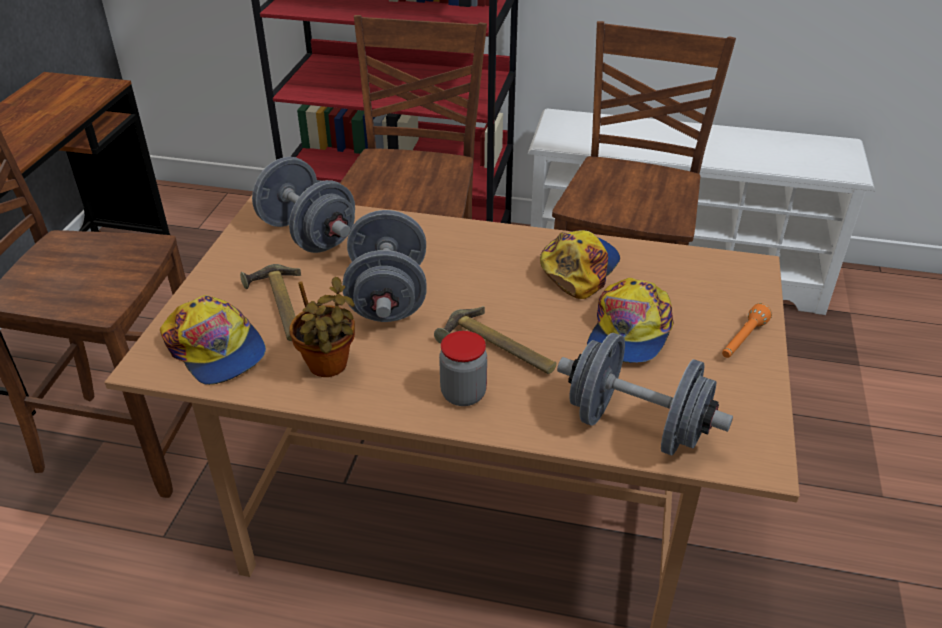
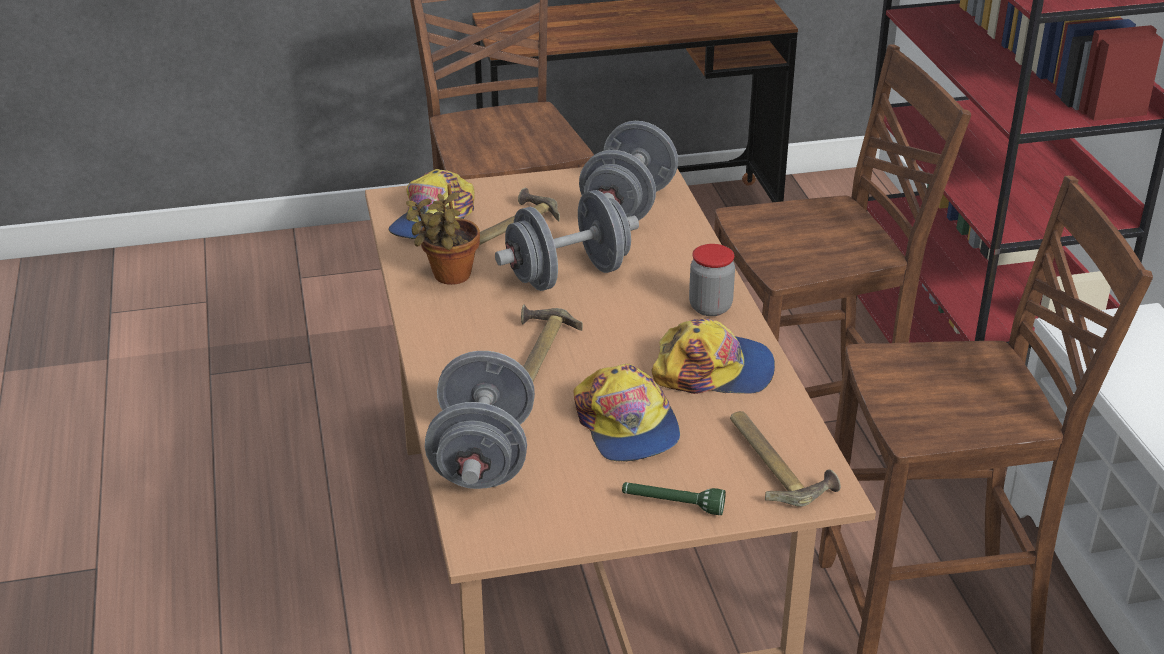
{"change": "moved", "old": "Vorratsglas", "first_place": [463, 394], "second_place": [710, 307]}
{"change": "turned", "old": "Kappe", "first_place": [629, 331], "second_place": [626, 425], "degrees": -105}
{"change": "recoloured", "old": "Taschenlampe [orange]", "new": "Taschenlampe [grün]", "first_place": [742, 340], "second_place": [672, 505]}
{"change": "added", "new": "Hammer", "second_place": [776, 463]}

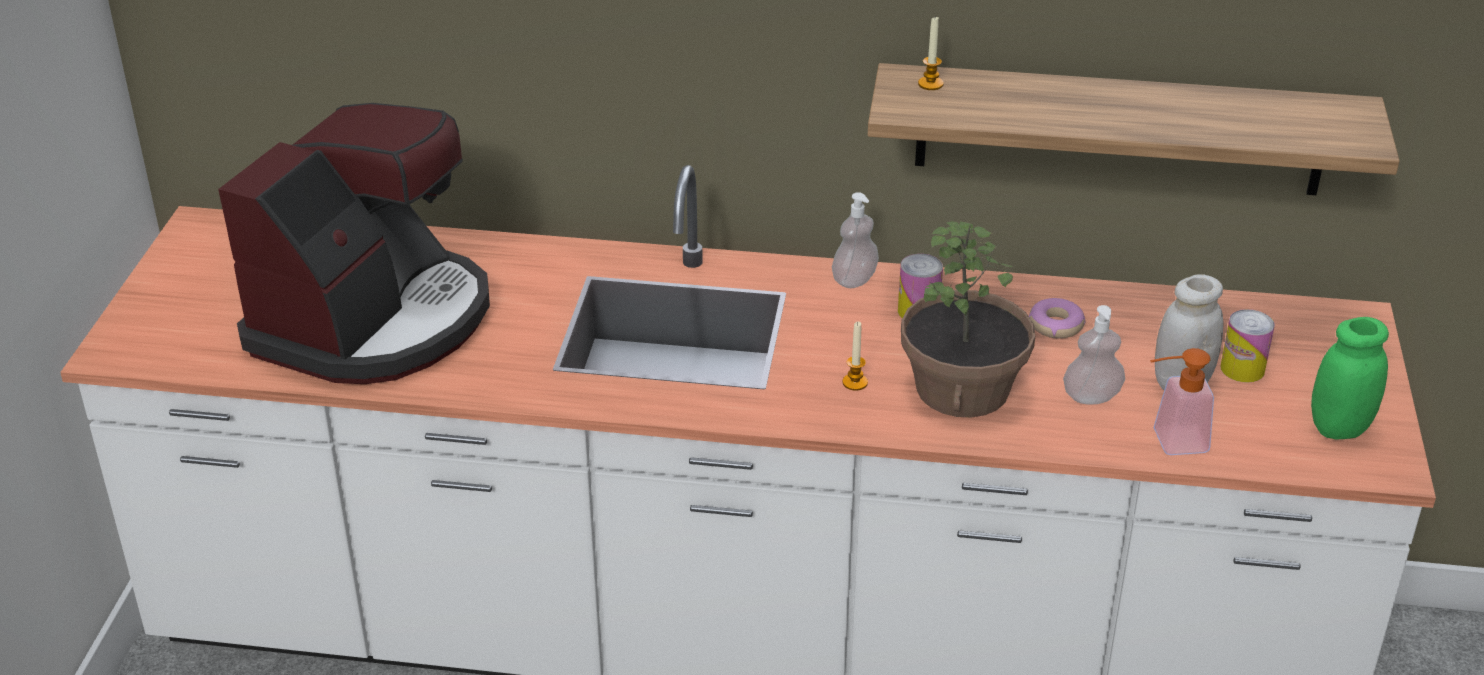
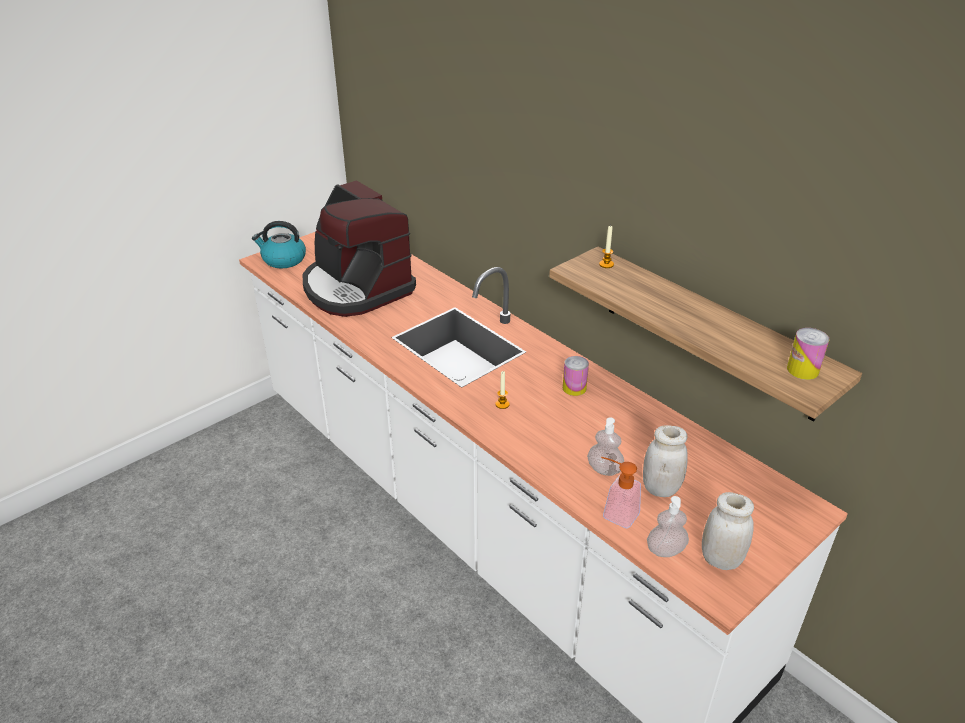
{"change": "turned", "old": "Kaffeemaschine", "first_place": [374, 320], "second_place": [356, 288], "degrees": 75}
{"change": "moved", "old": "Seifenspender", "first_place": [854, 279], "second_place": [665, 550]}
{"change": "removed", "old": "Topfpflanze", "first_place": [963, 389]}
{"change": "removed", "old": "Donut", "first_place": [1055, 325]}
{"change": "moved", "old": "Dose", "first_place": [1242, 369], "second_place": [802, 370]}
{"change": "recoloured", "old": "Vorratsglas [grün]", "new": "Vorratsglas [weiß]", "first_place": [1339, 428], "second_place": [720, 559]}
{"change": "added", "new": "Wasserkessel", "second_place": [283, 260]}

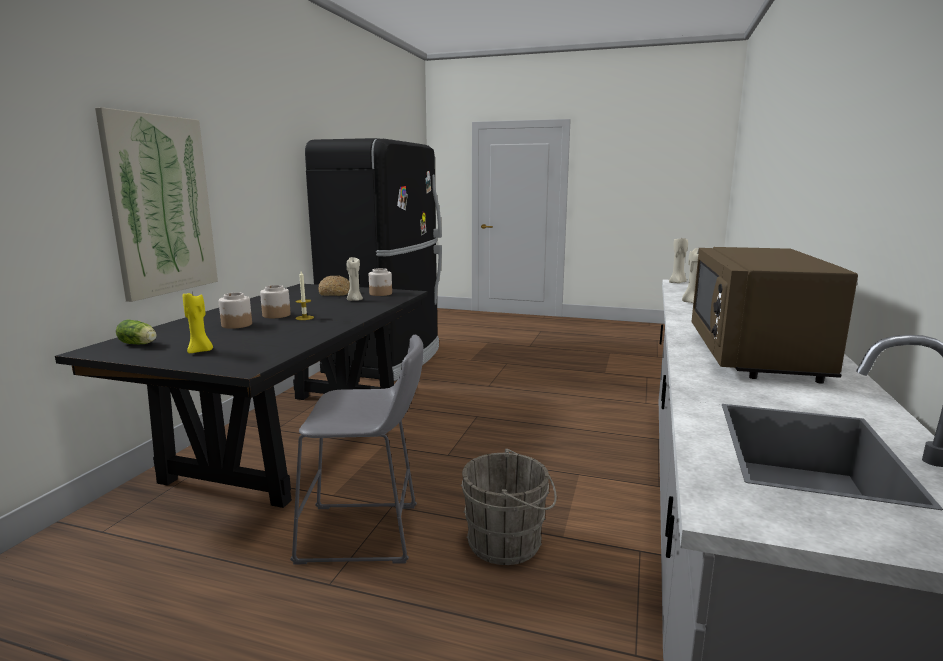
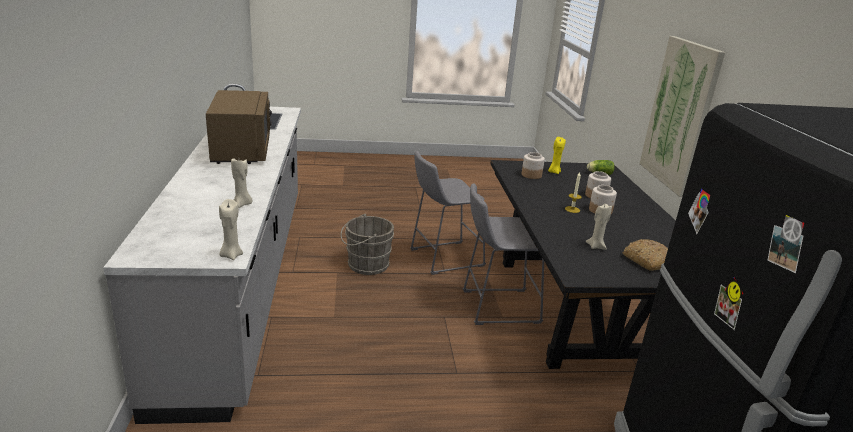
{"change": "moved", "old": "Vorratsglas", "first_place": [381, 293], "second_place": [531, 175]}
{"change": "added", "new": "Hocker [grau]", "second_place": [495, 306]}

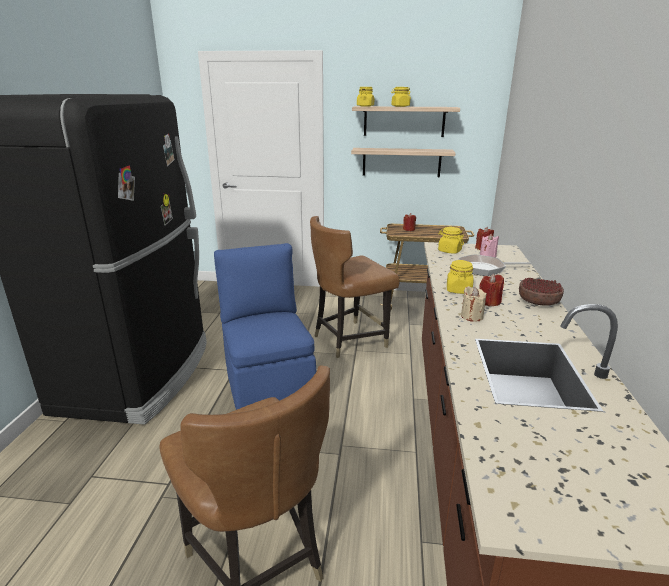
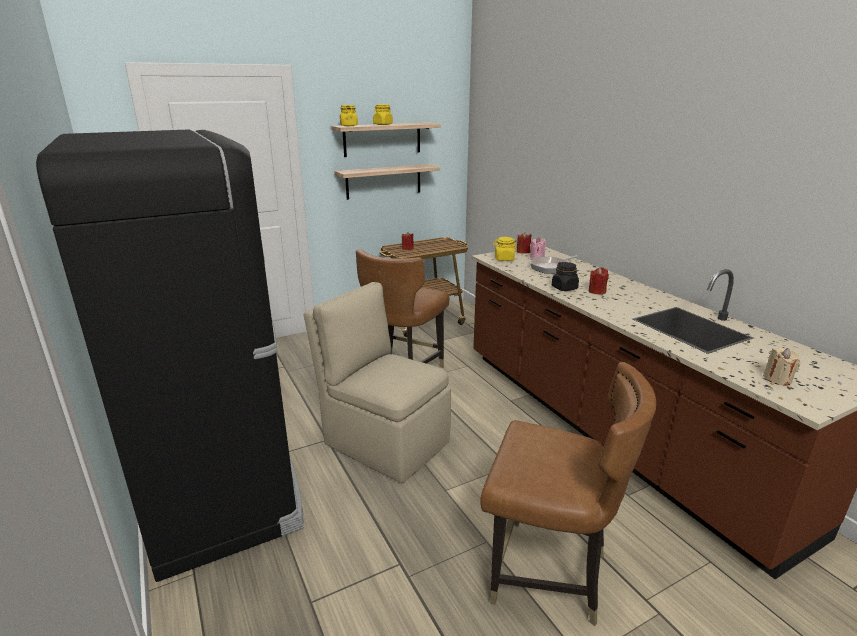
{"change": "recoloured", "old": "Stuhl [blau]", "new": "Stuhl [beige]", "first_place": [269, 388], "second_place": [384, 441]}
{"change": "recoloured", "old": "Vorratsglas [gelb]", "new": "Vorratsglas [schwarz]", "first_place": [458, 290], "second_place": [564, 288]}
{"change": "moved", "old": "Kerze [beige]", "first_place": [471, 316], "second_place": [777, 379]}
{"change": "removed", "old": "Schüssel", "first_place": [538, 301]}

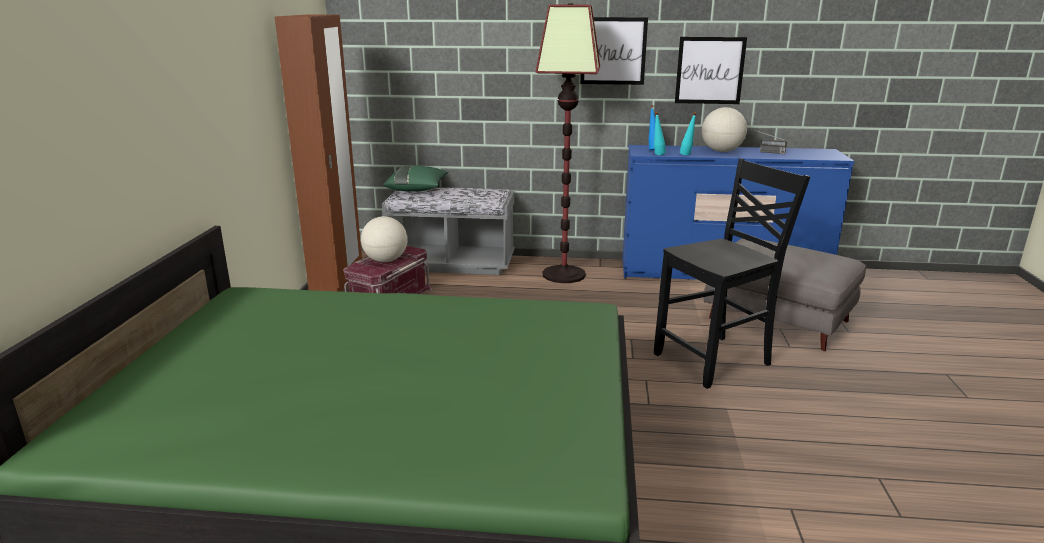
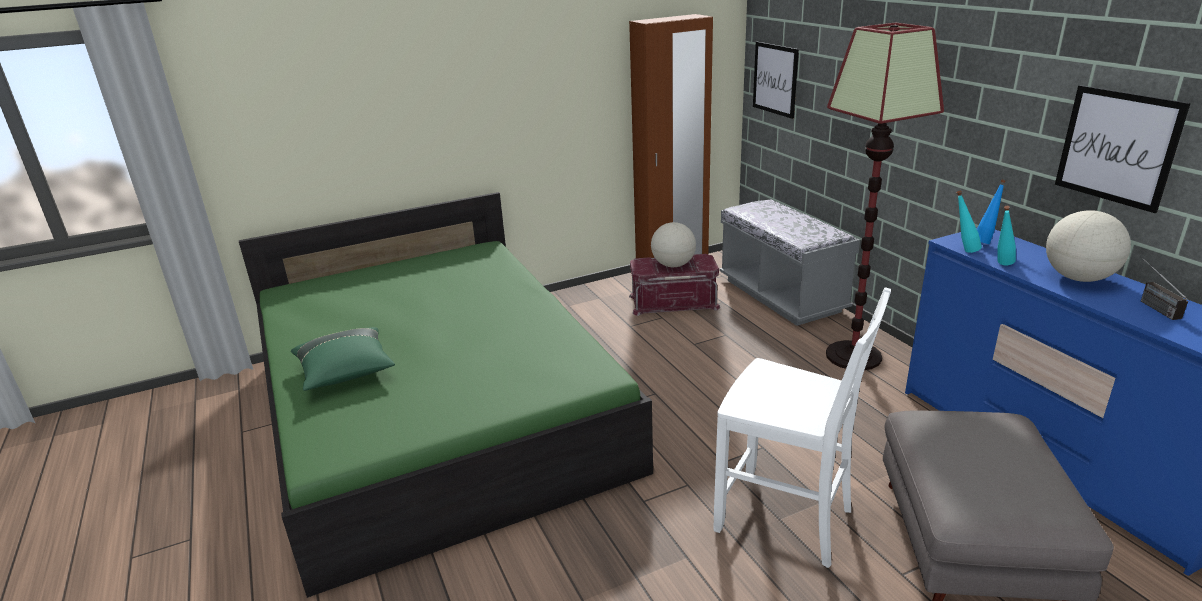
{"change": "moved", "old": "Kissen [grün]", "first_place": [417, 189], "second_place": [346, 373]}
{"change": "moved", "old": "Bild", "first_place": [613, 51], "second_place": [775, 79]}
{"change": "recoloured", "old": "Stuhl [schwarz]", "new": "Stuhl [weiß]", "first_place": [715, 360], "second_place": [786, 520]}

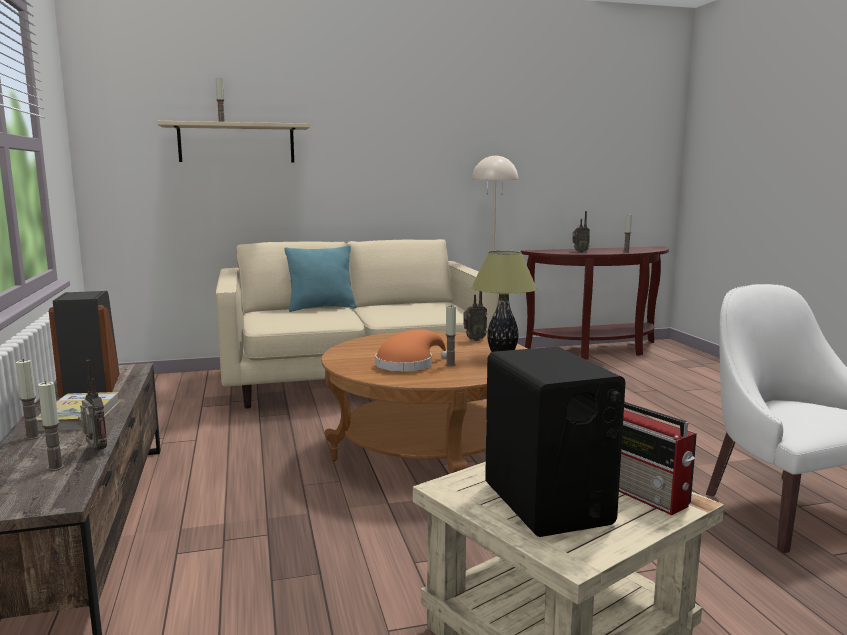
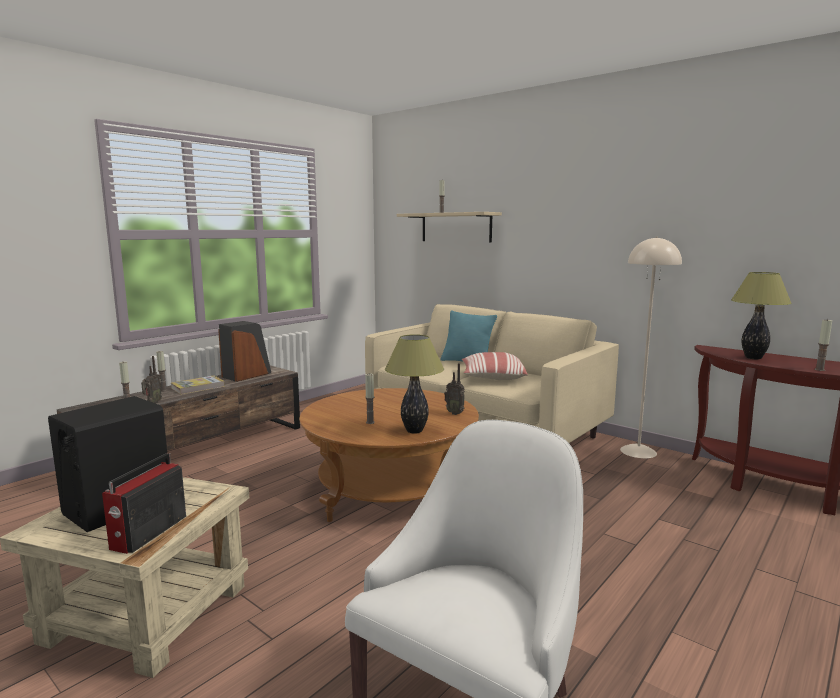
{"change": "removed", "old": "Hut [orange]", "first_place": [408, 365]}
{"change": "replaced", "old": "Radio", "new": "Tischlampe", "first_place": [579, 252], "second_place": [753, 358]}
{"change": "added", "new": "Kissen", "second_place": [492, 378]}

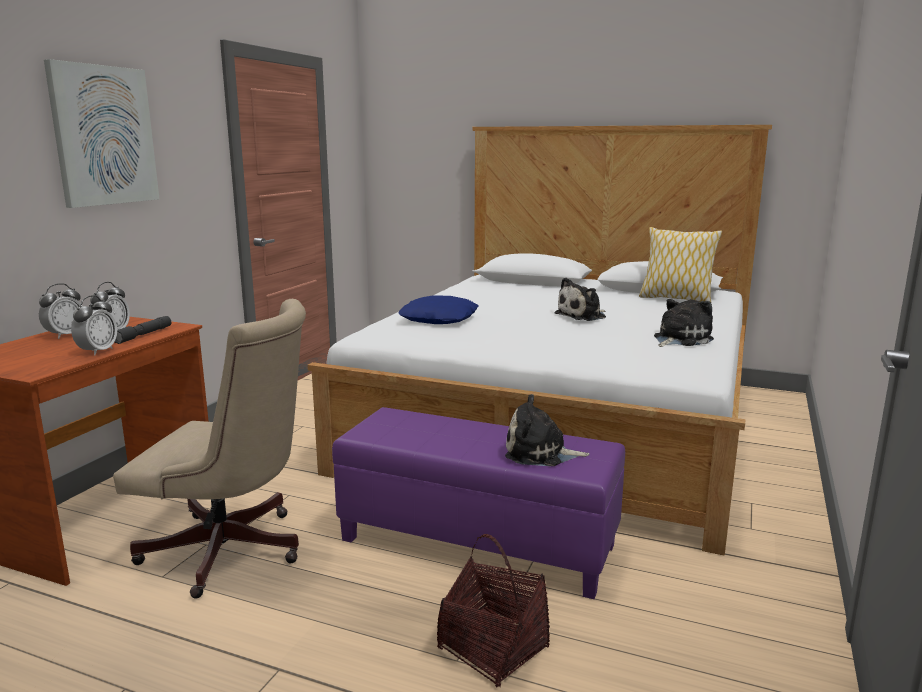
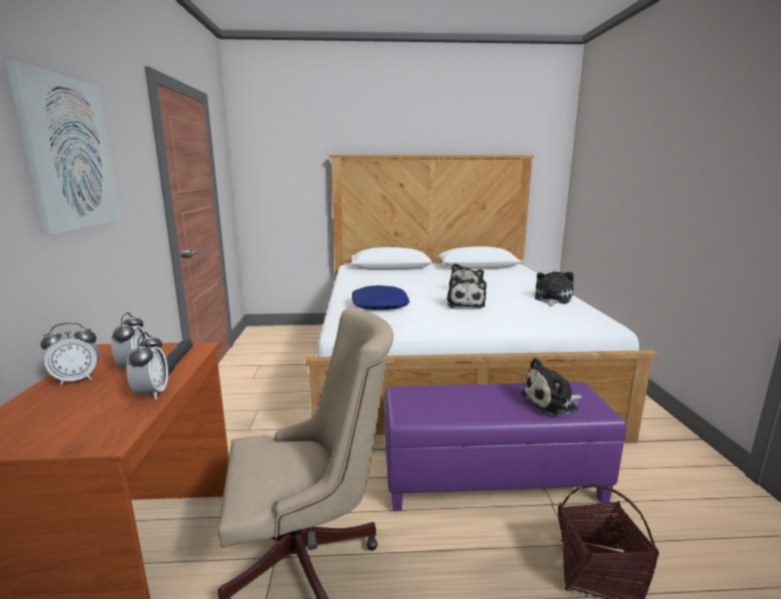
{"change": "turned", "old": "Wecker", "first_place": [65, 335], "second_place": [77, 379], "degrees": 60}
{"change": "removed", "old": "Kissen", "first_place": [676, 299]}
{"change": "added", "new": "Plüschtier", "second_place": [465, 304]}

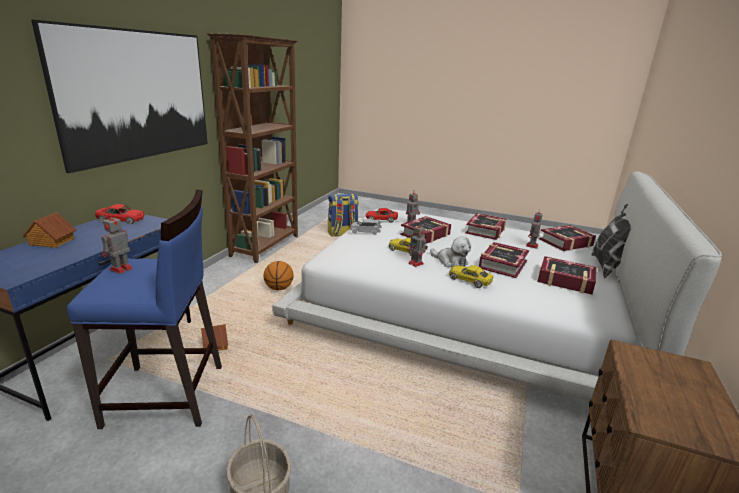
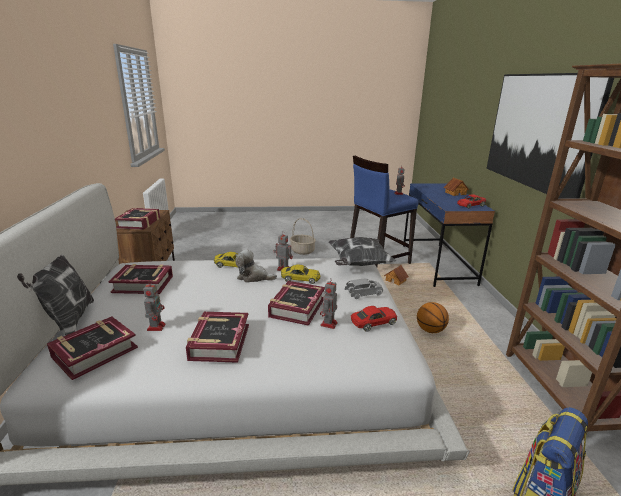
{"change": "moved", "old": "Buch", "first_place": [502, 264], "second_place": [139, 223]}
{"change": "added", "new": "Kissen", "second_place": [358, 264]}

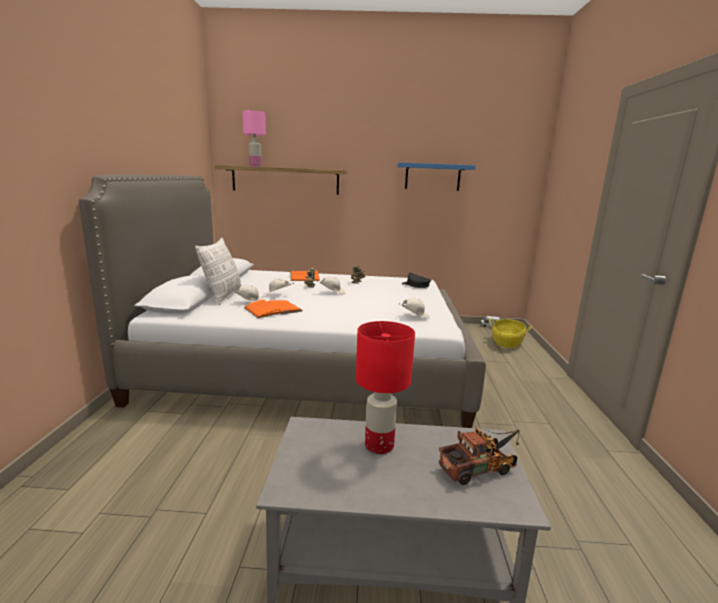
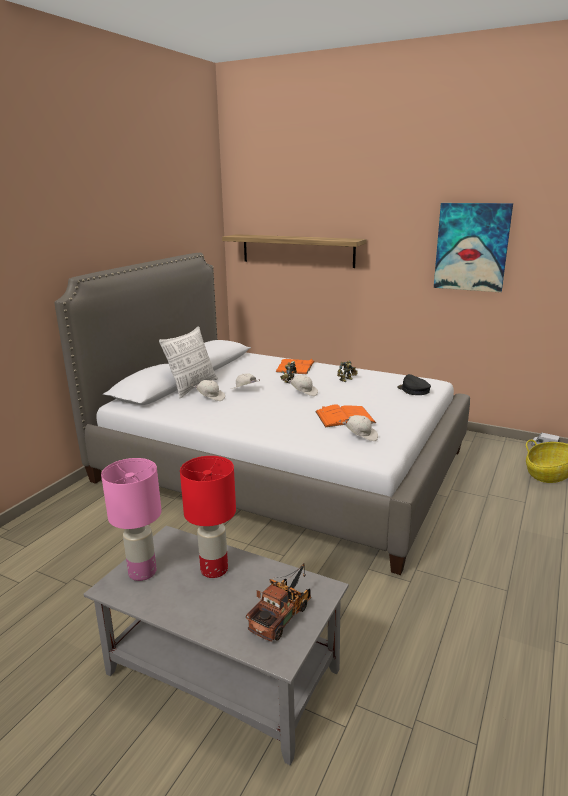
{"change": "moved", "old": "Tischlampe [rosa]", "first_place": [255, 166], "second_place": [142, 572]}
{"change": "moved", "old": "Buch [orange]", "first_place": [273, 309], "second_place": [345, 417]}
{"change": "replaced", "old": "Wandregal [blau]", "new": "Bild", "first_place": [432, 177], "second_place": [471, 247]}
{"change": "turned", "old": "Spielzeuglaster", "first_place": [481, 468], "second_place": [283, 614], "degrees": -60}

